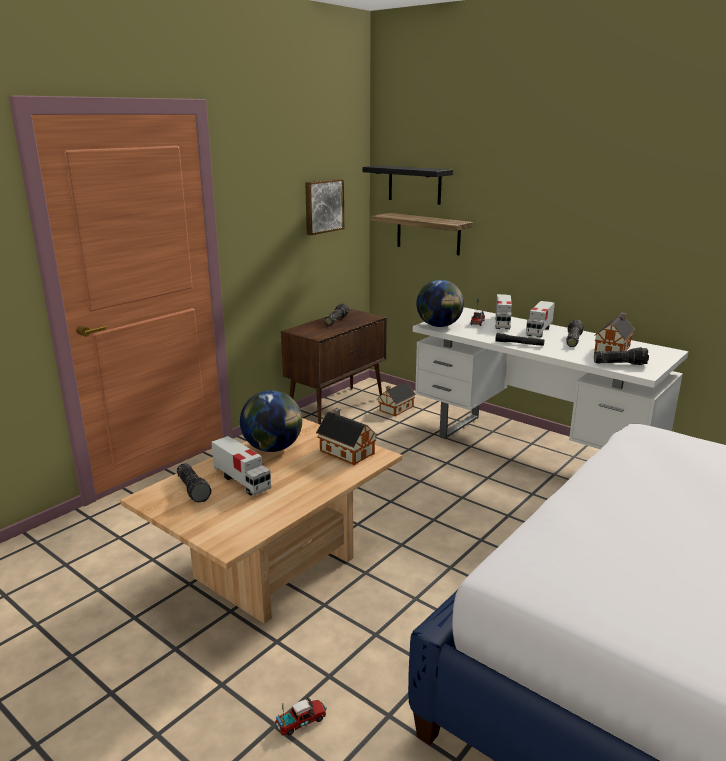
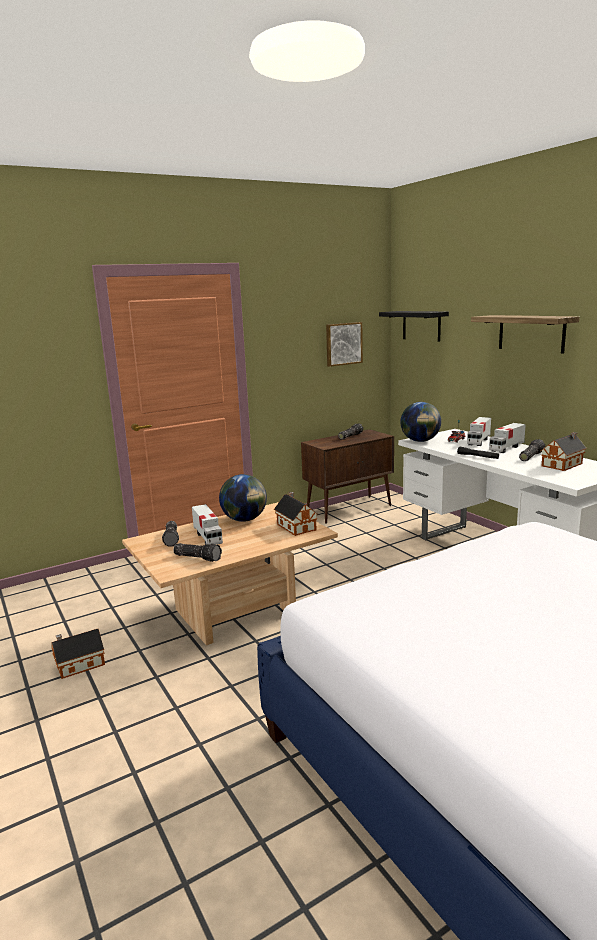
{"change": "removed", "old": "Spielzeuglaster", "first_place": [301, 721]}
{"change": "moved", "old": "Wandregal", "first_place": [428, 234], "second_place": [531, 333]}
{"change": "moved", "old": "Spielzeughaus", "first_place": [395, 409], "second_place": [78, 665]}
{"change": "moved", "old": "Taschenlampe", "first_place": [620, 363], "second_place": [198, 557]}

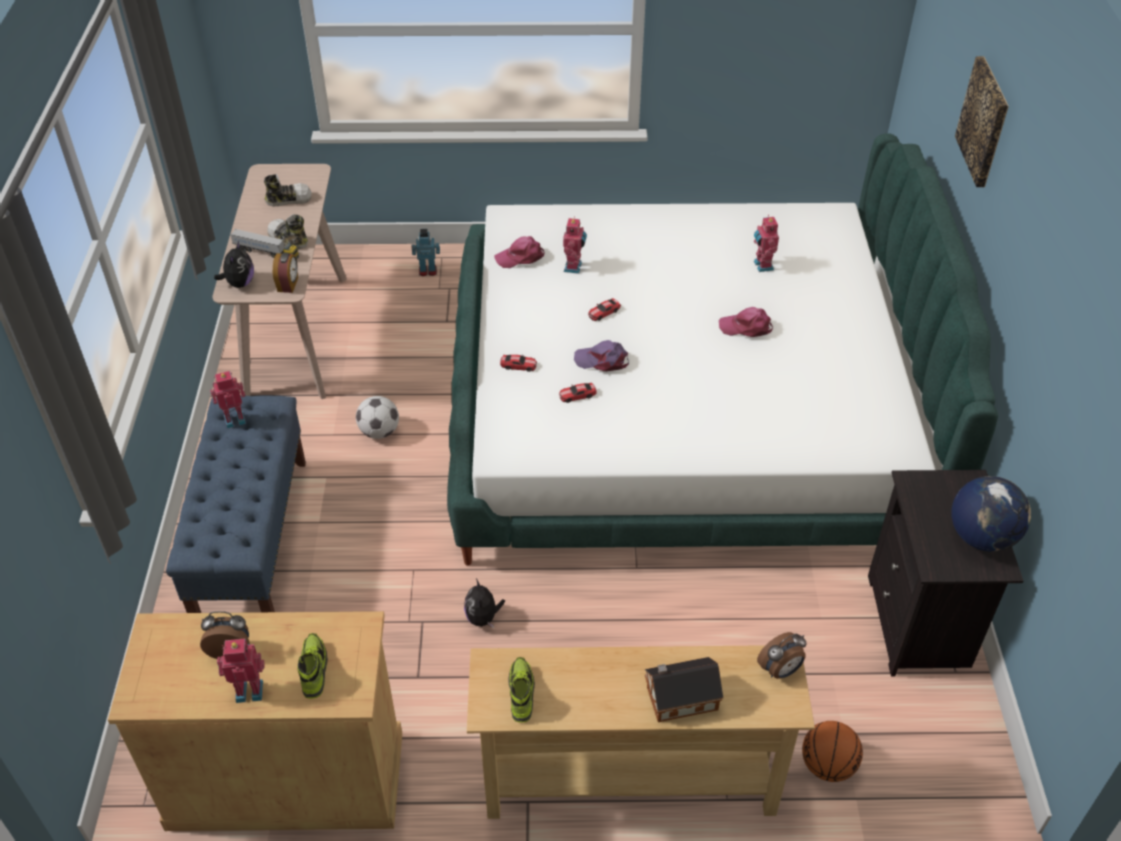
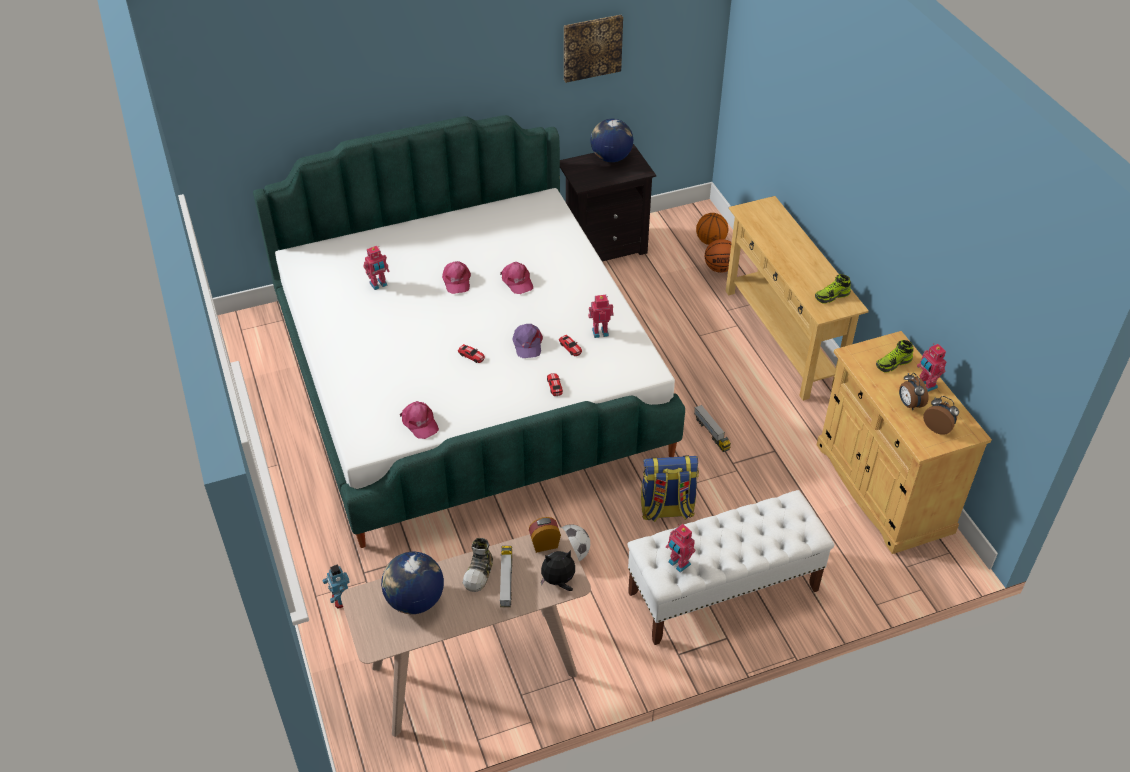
{"change": "recoloured", "old": "Bank [blau]", "new": "Bank [weiß]", "first_place": [252, 540], "second_place": [722, 592]}
{"change": "replaced", "old": "Schuh", "new": "Globus", "first_place": [289, 199], "second_place": [415, 600]}
{"change": "replaced", "old": "Plüschtier", "new": "Spielzeuglaster", "first_place": [483, 618], "second_place": [711, 433]}
{"change": "moved", "old": "Spielzeugroboter", "first_place": [574, 267], "second_place": [600, 331]}
{"change": "removed", "old": "Spielzeughaus", "first_place": [678, 698]}
{"change": "moved", "old": "Wecker", "first_place": [780, 670], "second_place": [938, 427]}
{"change": "moved", "old": "Bild", "first_place": [984, 121], "second_place": [592, 47]}
{"change": "added", "new": "Kappe [rosa]", "second_place": [517, 281]}
{"change": "added", "new": "Rucksack", "second_place": [666, 510]}
{"change": "added", "new": "Basketball", "second_place": [711, 241]}

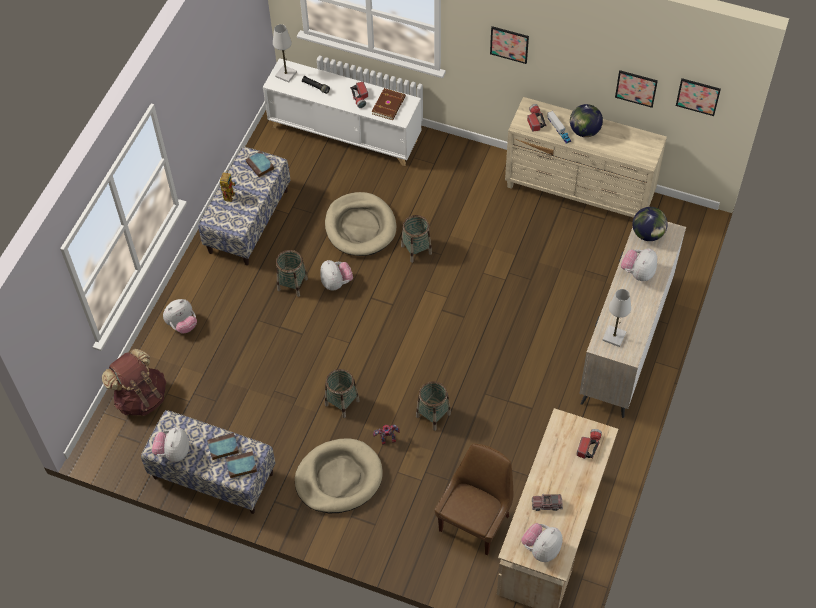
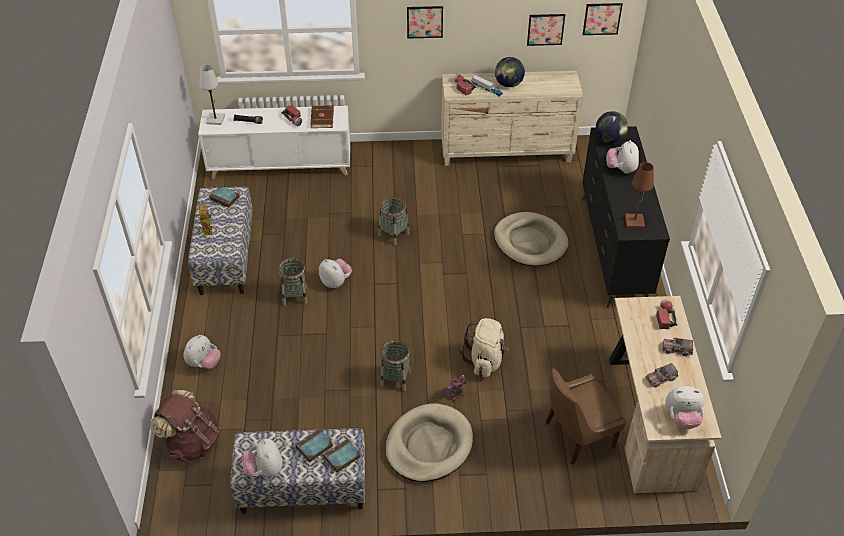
{"change": "moved", "old": "Hundebett [beige]", "first_place": [360, 226], "second_place": [530, 242]}
{"change": "replaced", "old": "Korb", "new": "Rucksack [beige]", "first_place": [433, 415], "second_place": [485, 360]}
{"change": "turned", "old": "Stuhl [braun]", "first_place": [475, 521], "second_place": [576, 436], "degrees": -120}
{"change": "turned", "old": "Plüschtier", "first_place": [541, 549], "second_place": [681, 418], "degrees": -105}
{"change": "recoloured", "old": "Kommode [beige]", "new": "Kommode [schwarz]", "first_place": [624, 344], "second_place": [613, 250]}
{"change": "recoloured", "old": "Tischlampe [weiß]", "new": "Tischlampe [braun]", "first_place": [614, 336], "second_place": [634, 221]}
{"change": "added", "new": "Spielzeuglaster", "second_place": [677, 349]}

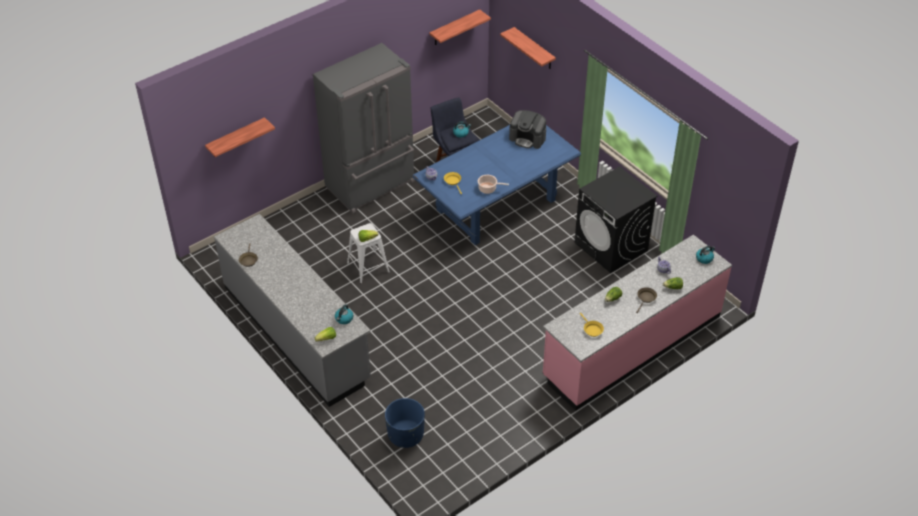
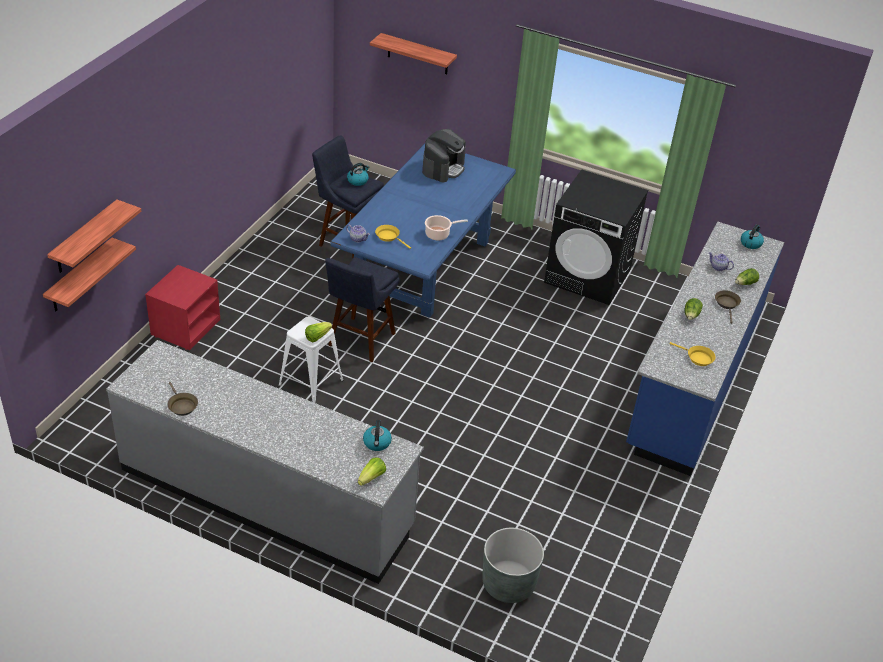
{"change": "removed", "old": "Kühlschrank [grau]", "first_place": [371, 185]}
{"change": "recoloured", "old": "Pflanzkübel [blau]", "new": "Pflanzkübel [grau]", "first_place": [406, 435], "second_place": [508, 584]}
{"change": "moved", "old": "Wandregal", "first_place": [454, 28], "second_place": [80, 276]}
{"change": "turned", "old": "Kaffeemaschine", "first_place": [527, 138], "second_place": [443, 168], "degrees": -60}
{"change": "recoloured", "old": "Küchenzeile [rosa]", "new": "Küchenzeile [blau]", "first_place": [632, 346], "second_place": [694, 379]}
{"change": "added", "new": "Nachttisch [rot]", "second_place": [185, 327]}
{"change": "added", "new": "Hocker [blau]", "second_place": [359, 342]}

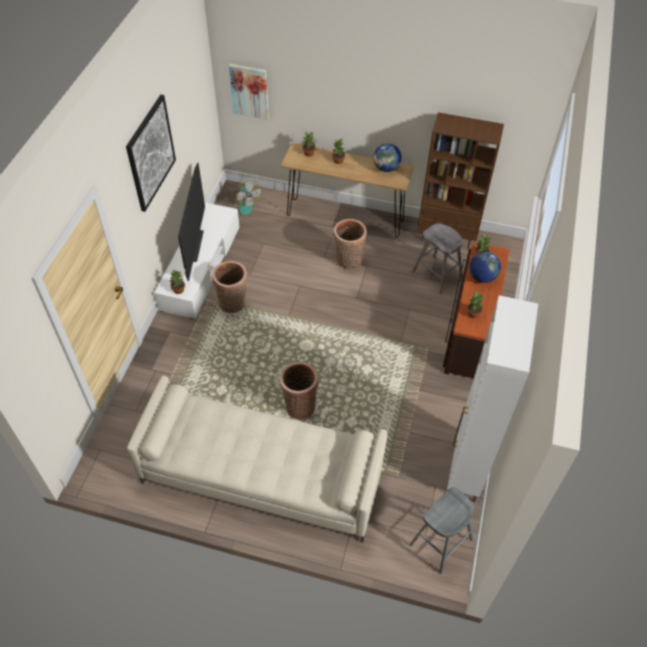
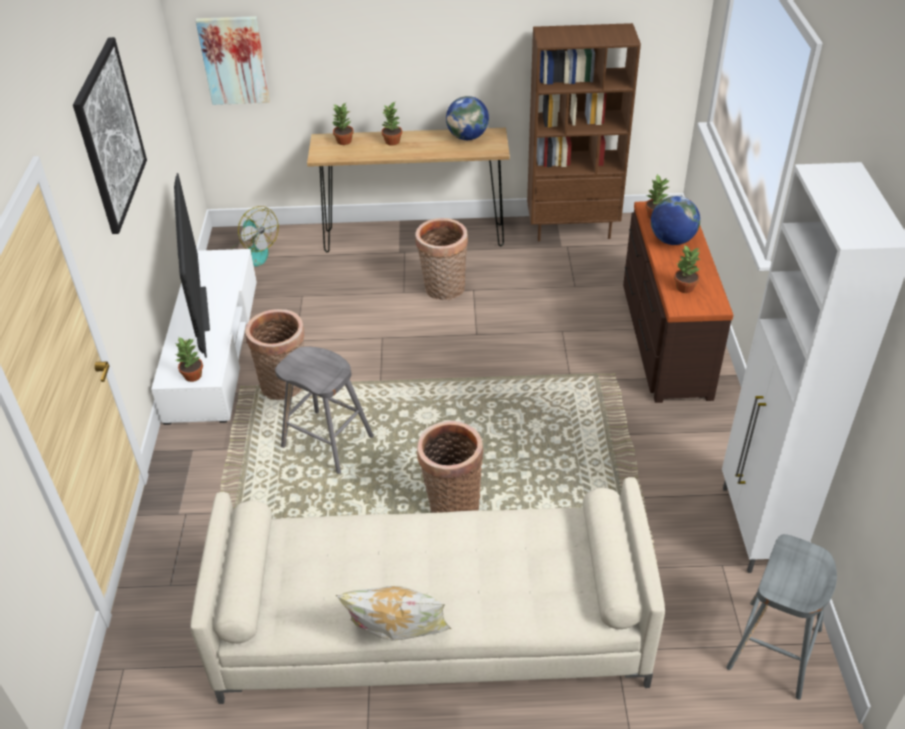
{"change": "moved", "old": "Hocker [grau]", "first_place": [436, 275], "second_place": [327, 441]}
{"change": "added", "new": "Kissen", "second_place": [398, 639]}

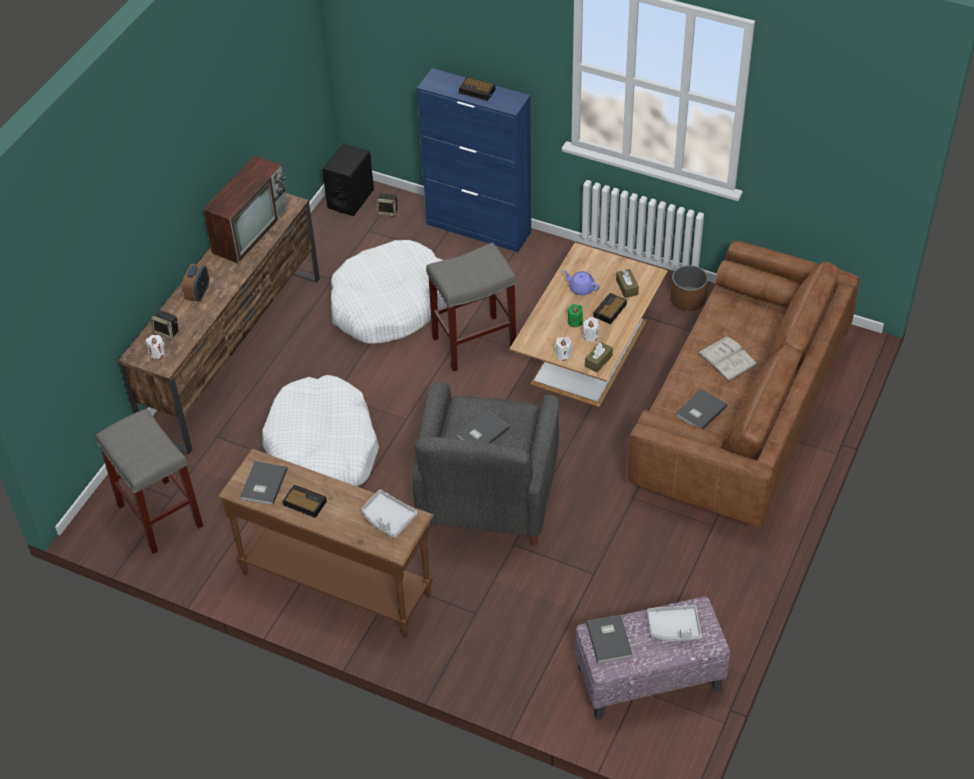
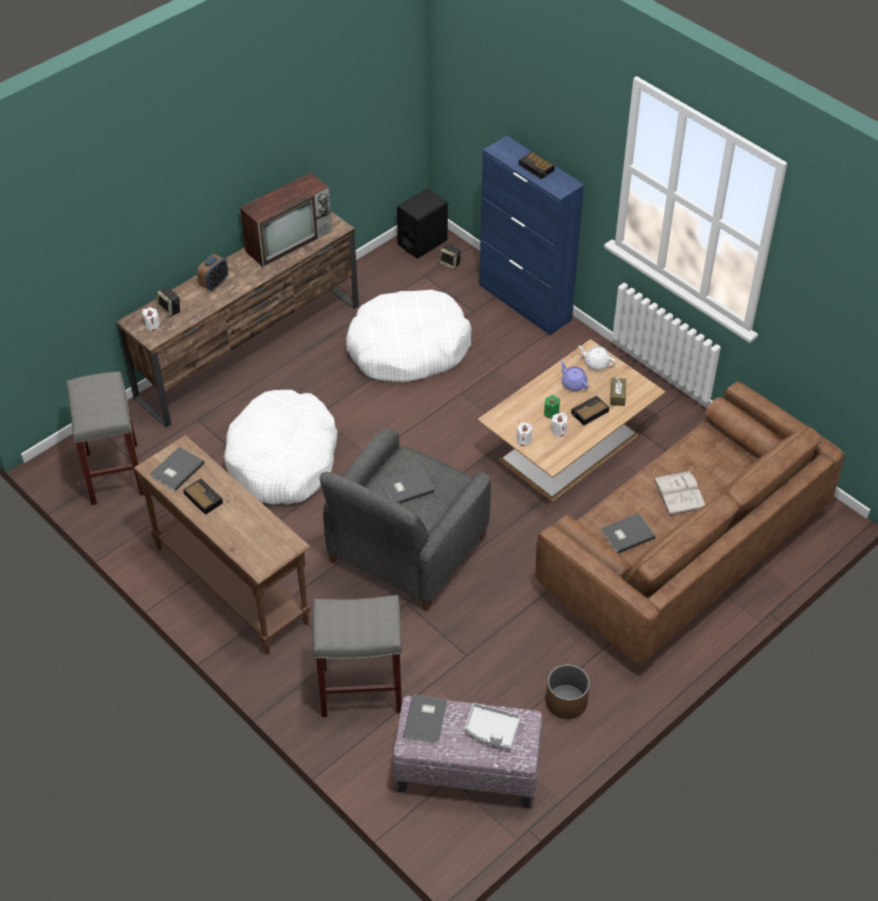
{"change": "removed", "old": "Tablett [grau]", "first_place": [388, 518]}
{"change": "moved", "old": "Hocker [grau]", "first_place": [473, 343], "second_place": [360, 690]}
{"change": "removed", "old": "Taschentuchbox [braun]", "first_place": [598, 361]}
{"change": "moved", "old": "Pflanzkübel [braun]", "first_place": [688, 299], "second_place": [566, 702]}
{"change": "added", "new": "Teekanne [weiß]", "second_place": [596, 363]}

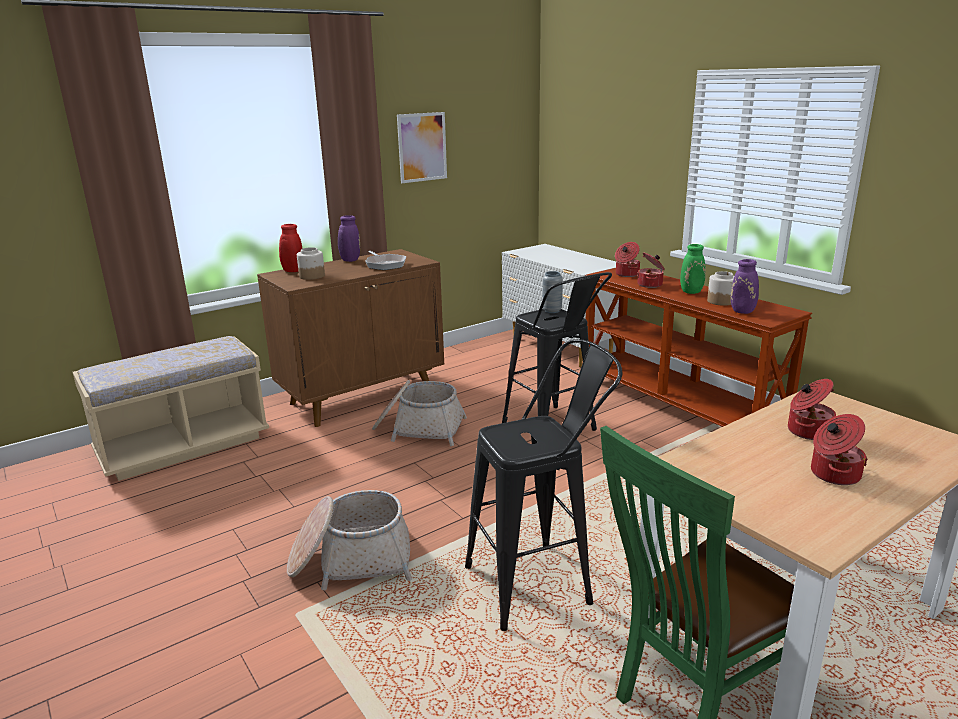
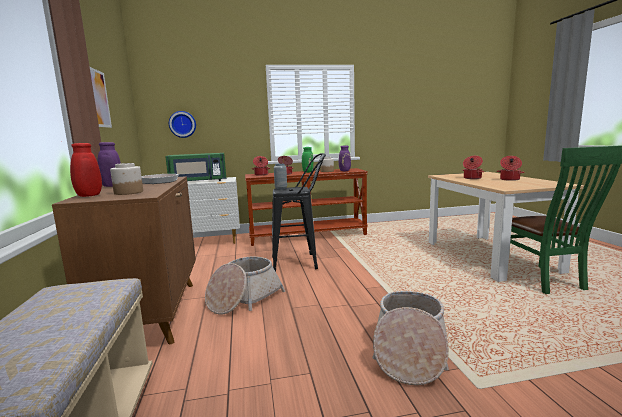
{"change": "removed", "old": "Hocker [schwarz]", "first_place": [540, 582]}
{"change": "added", "new": "Mikrowelle [grün]", "second_place": [198, 181]}
{"change": "added", "new": "Wanduhr", "second_place": [182, 124]}

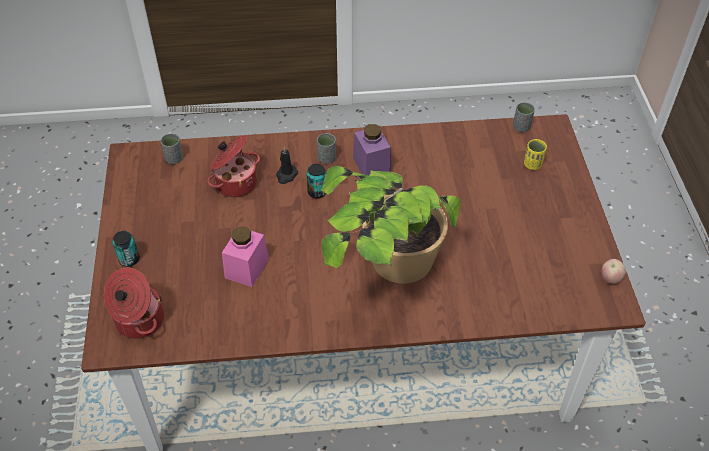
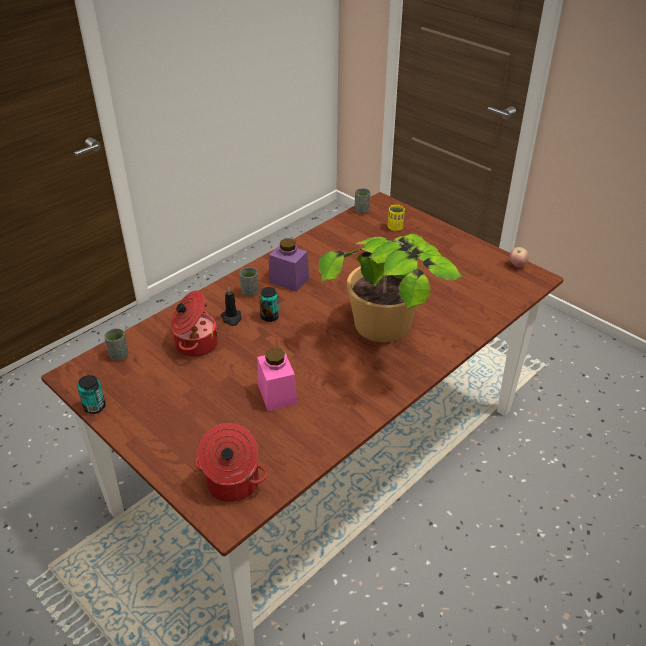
{"change": "moved", "old": "Dose", "first_place": [129, 259], "second_place": [95, 407]}

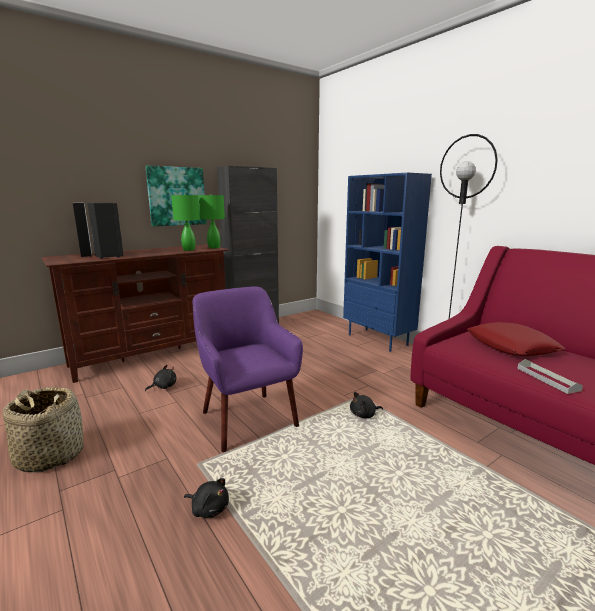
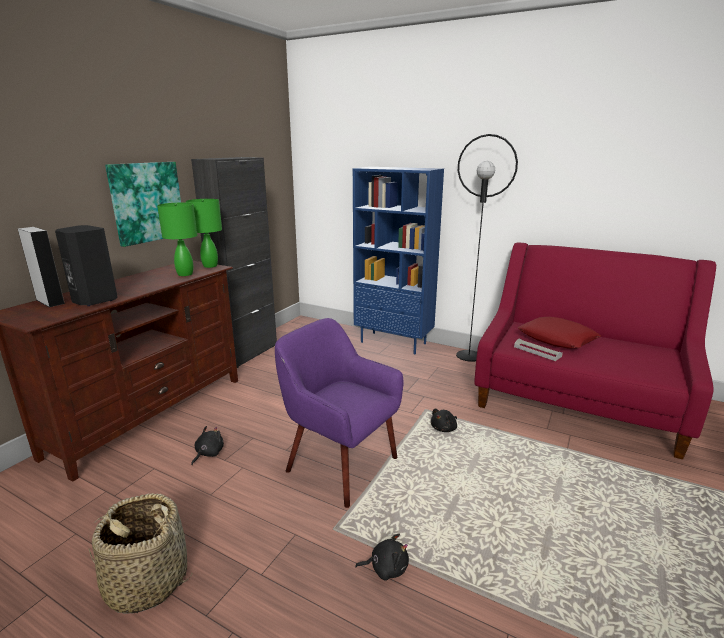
{"change": "moved", "old": "Tablett [grau]", "first_place": [547, 379], "second_place": [537, 351]}

